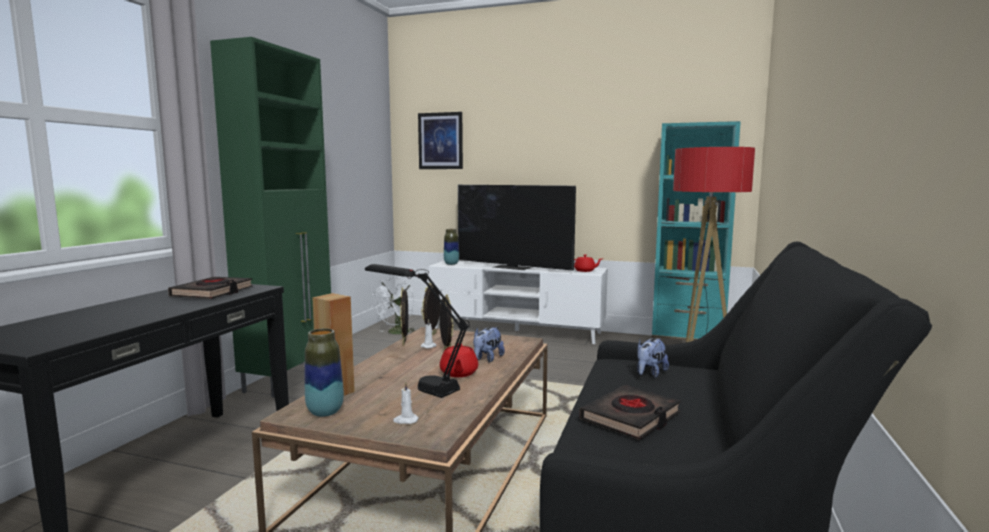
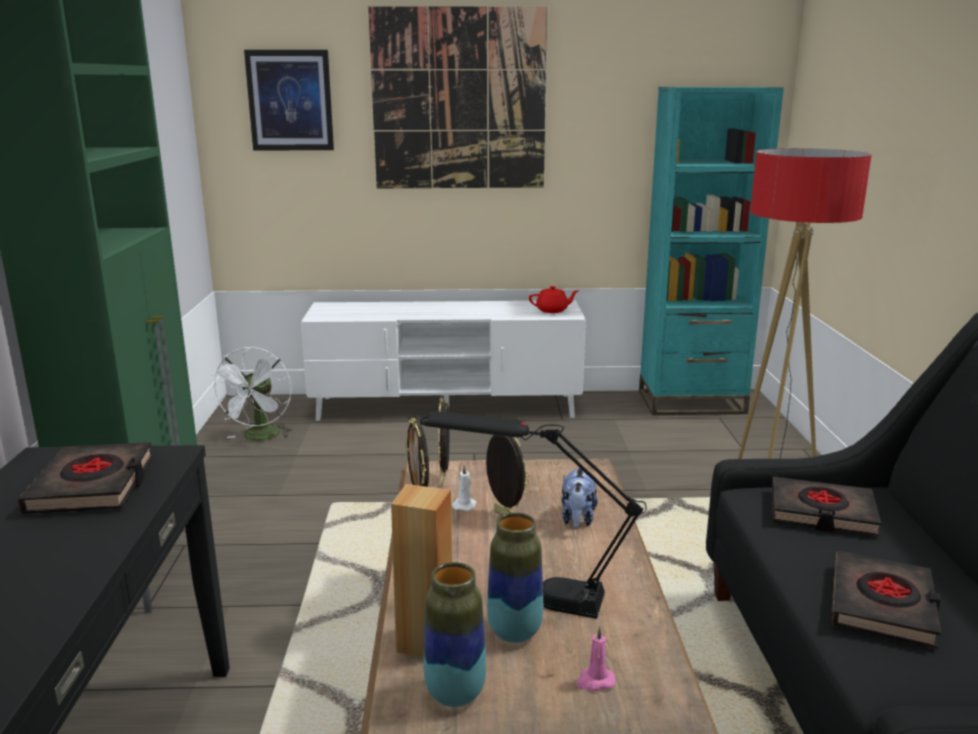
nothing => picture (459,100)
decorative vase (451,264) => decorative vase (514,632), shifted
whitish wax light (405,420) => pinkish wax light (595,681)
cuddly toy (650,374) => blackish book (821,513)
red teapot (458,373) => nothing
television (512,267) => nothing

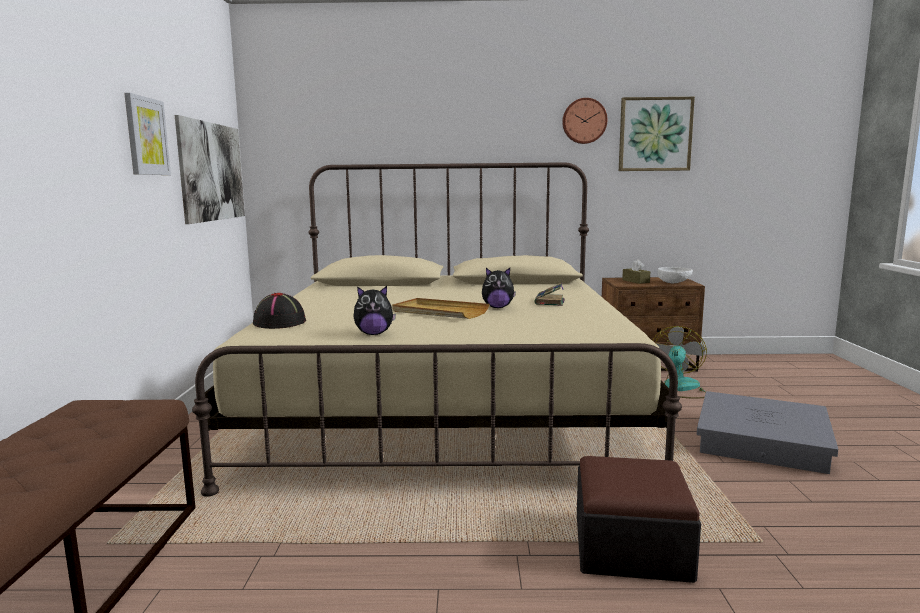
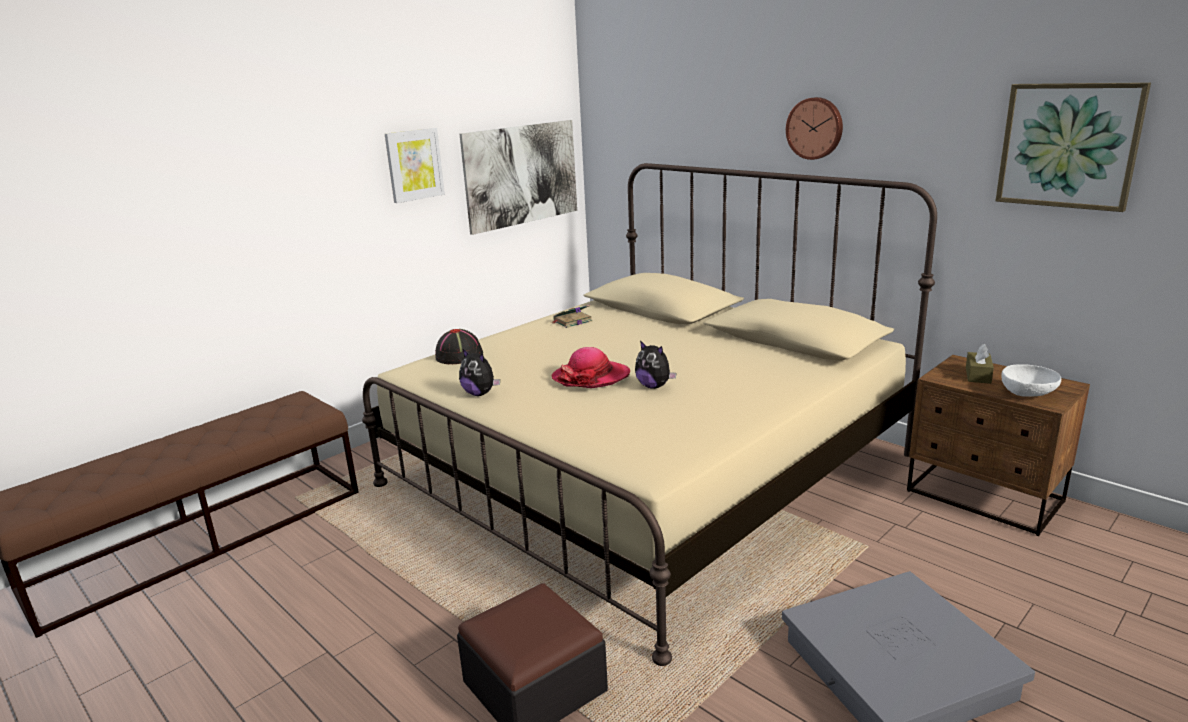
book (549,302) => book (572,321), shifted
sand-coloured tray (439,312) => wearable hat (591,377)
hanging clock (584,121) => hanging clock (815,128), shifted
electric fan (680,389) => nothing

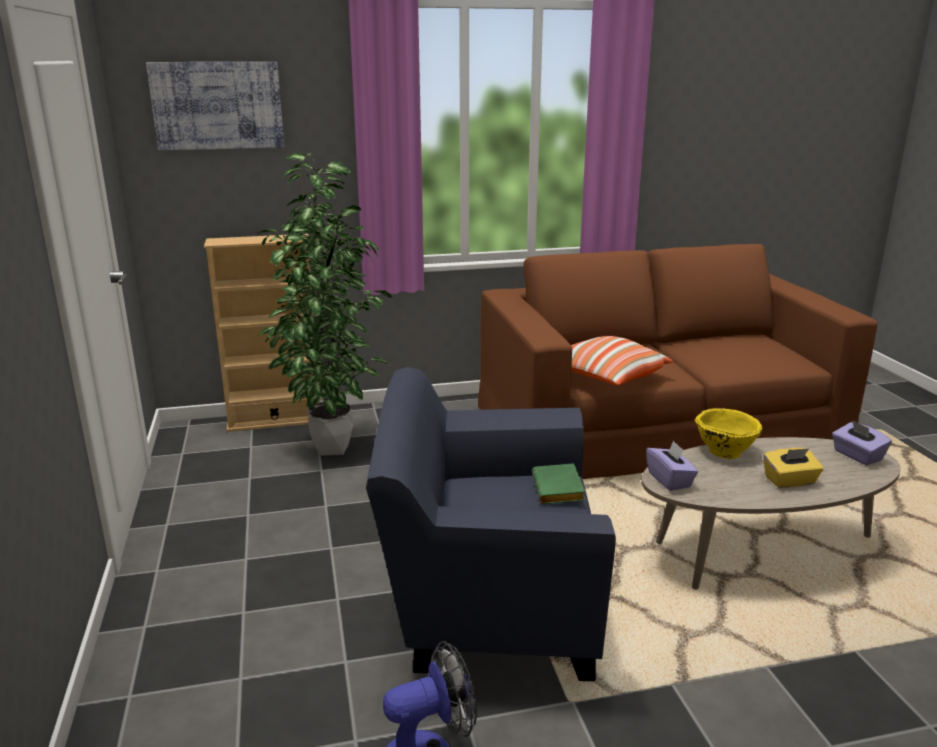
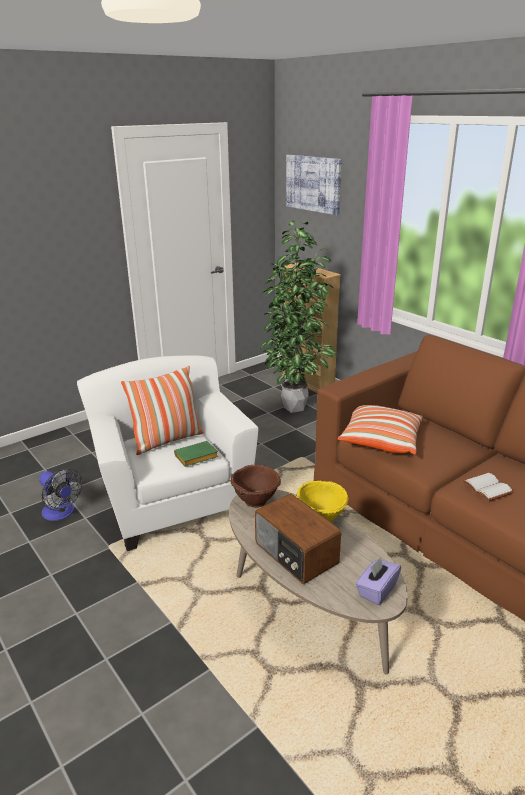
blue armchair (487,608) => whitish armchair (172,501)
nothing => throw pillow (167,440)
purplish tissue box (670,480) => brown deep dish (256,500)
yellow tissue box (790,481) => radio (295,554)
nothing => whitish book (486,488)

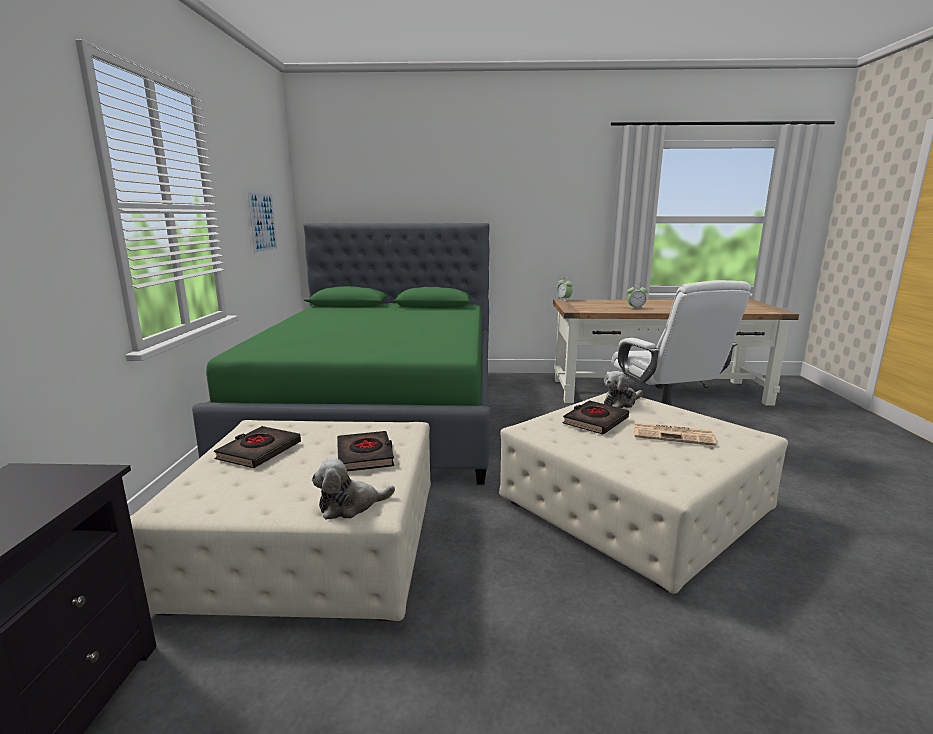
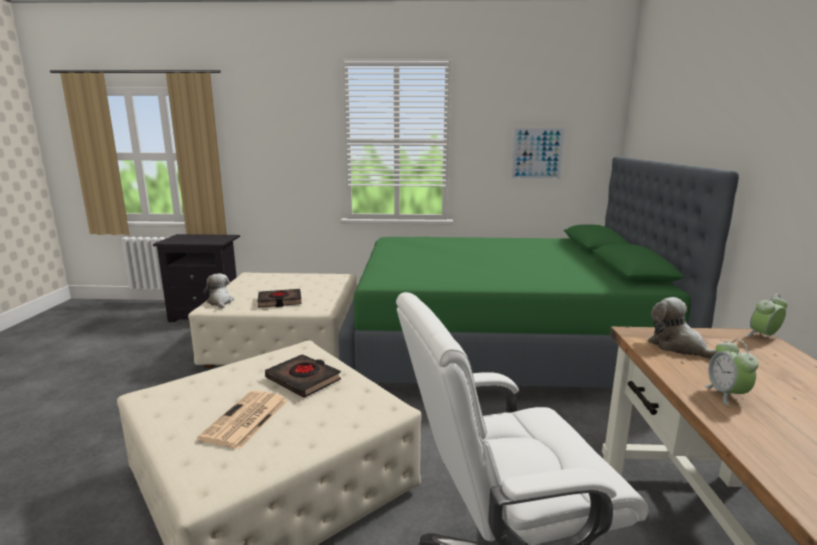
cuddly toy (621,402) => cuddly toy (678,347), shifted
blackish book (259,451) => nothing

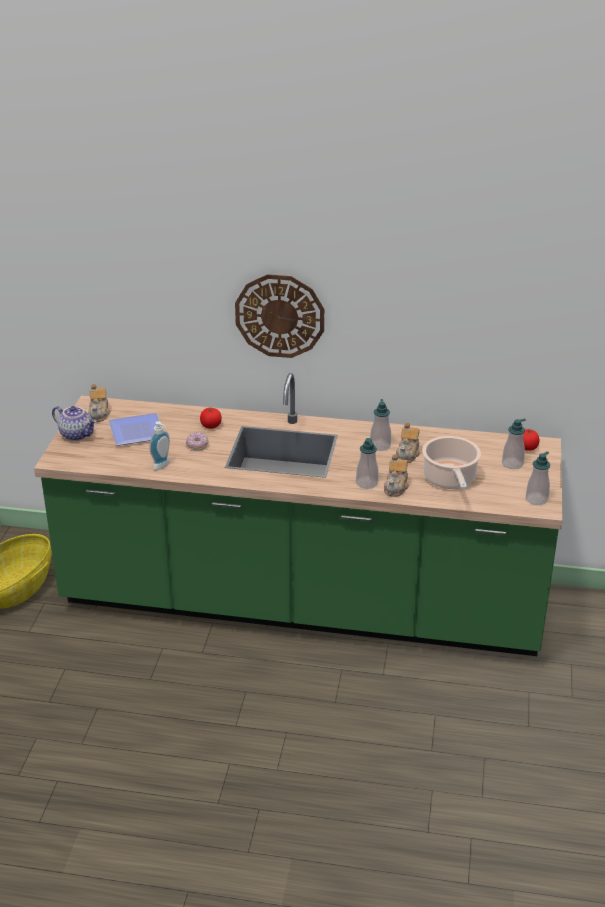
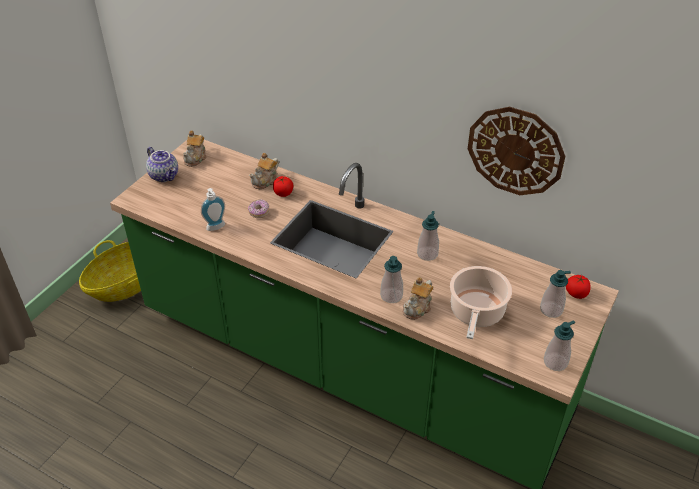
teapot (408,454) => teapot (265,181), shifted
hanging clock (280,316) => hanging clock (515,151), shifted
plate (135,431) => nothing

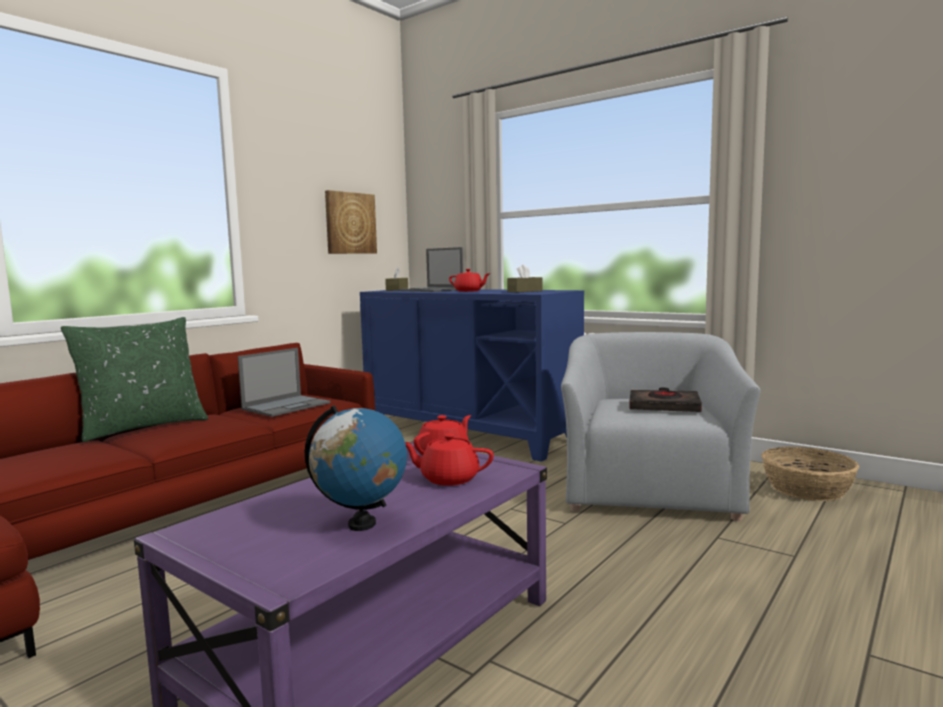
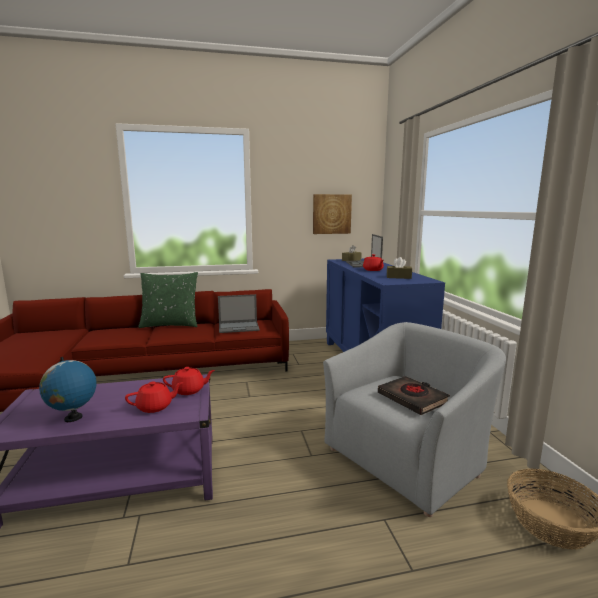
red teapot (448,479) => red teapot (155,407), 105 degrees clockwise

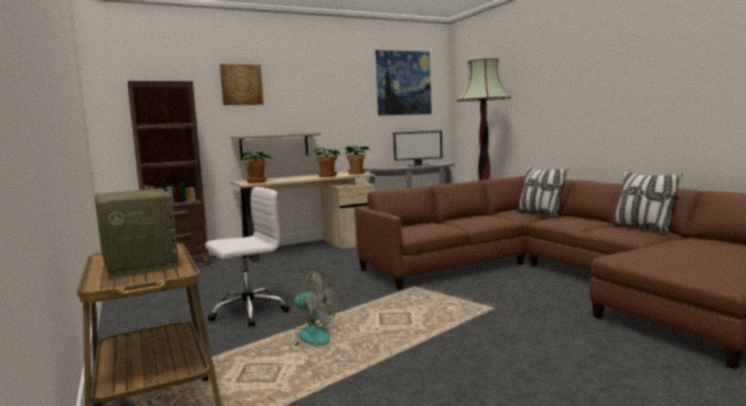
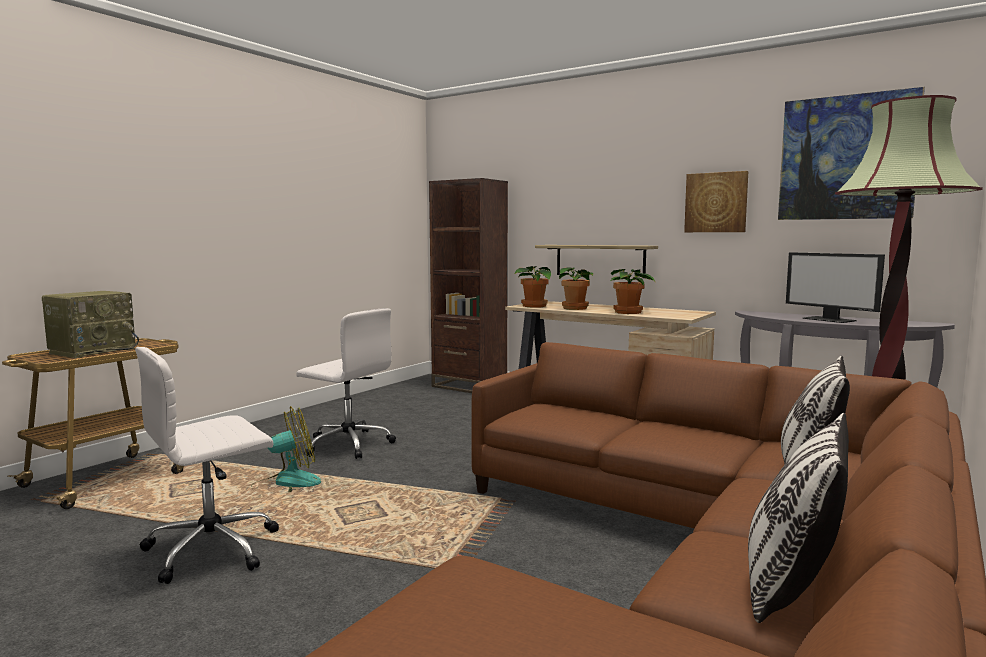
nothing => whitish office chair (214,549)
electric fan (306,337) => electric fan (286,484), 105 degrees counterclockwise
plant in a pot (357,173) => plant in a pot (576,308), shifted
picture (241,85) => picture (716,202), shifted

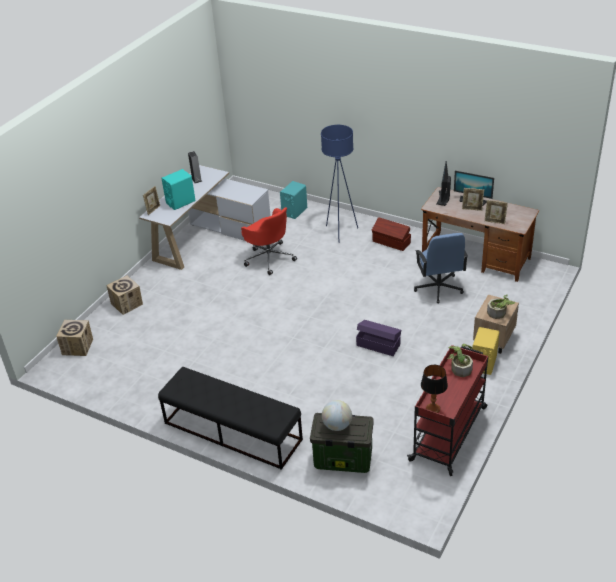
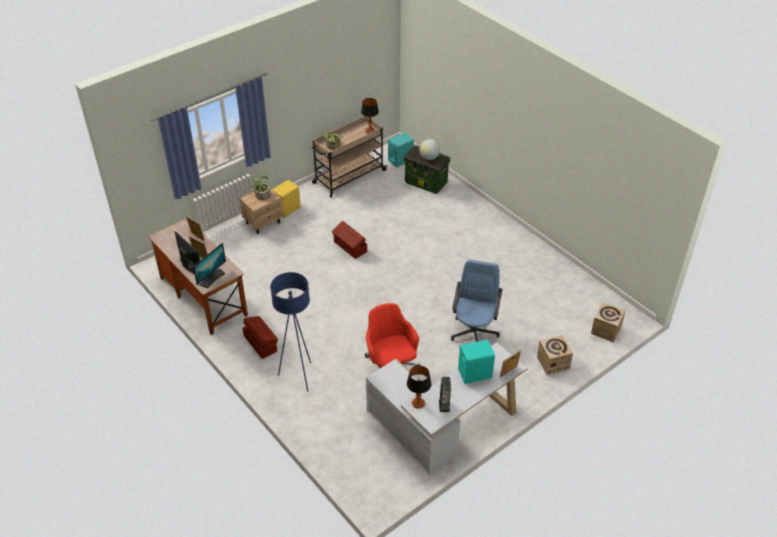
red trolley (449,433) => sand-coloured trolley (348,177)
purplish storage bin (378,344) => brown storage bin (350,247)
blue-green loudspeaker (294,211) => blue-green loudspeaker (400,160), shifted
nothing => tabletop lamp (418,403)
blue office chair (438,288) => blue office chair (474,332), shifted
blackish indoor bench (232,431) => nothing

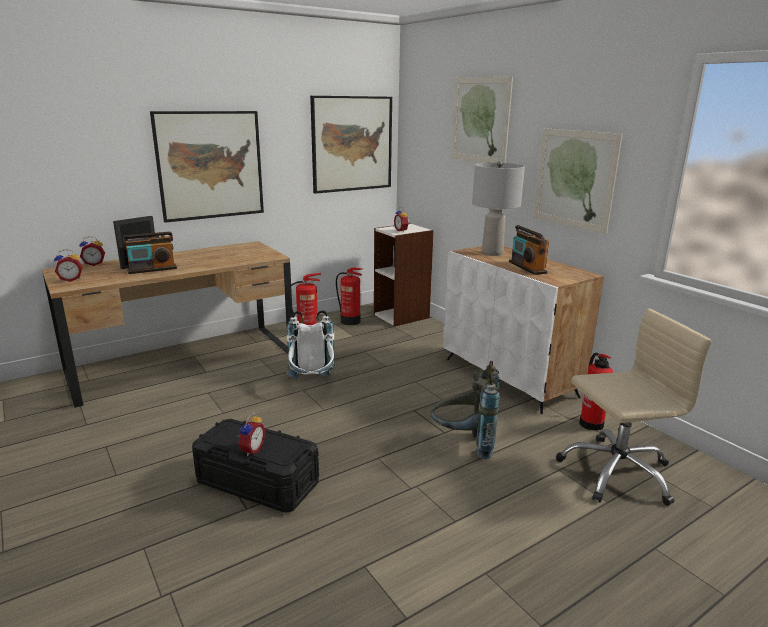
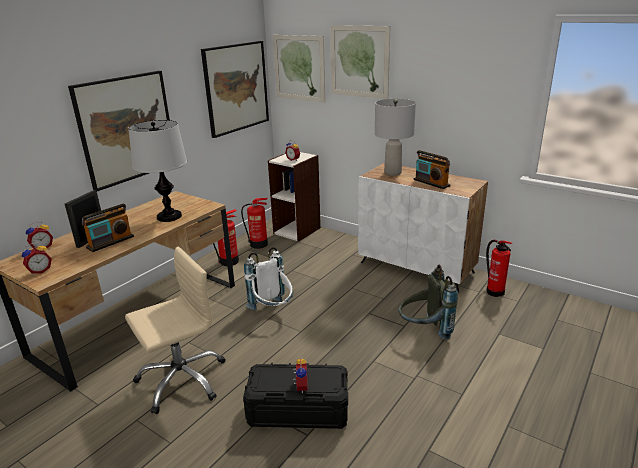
sand-coloured office chair (616,472) => sand-coloured office chair (181,379), shifted
nothing => tabletop lamp (169,217)
picture (574,179) => picture (299,68), shifted

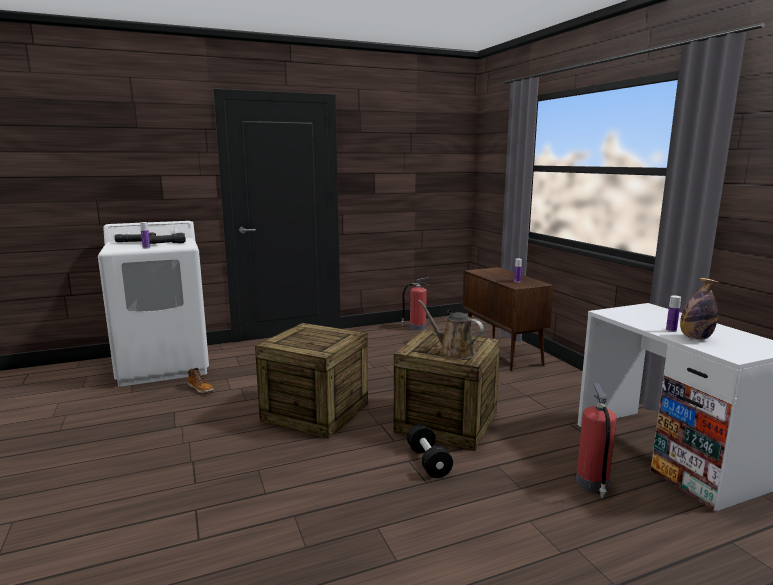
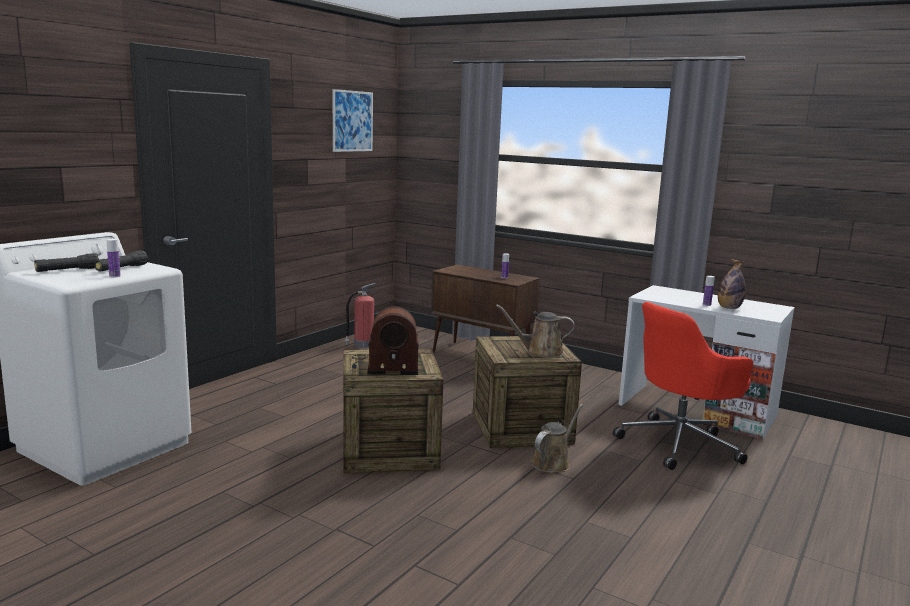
nothing => picture (352,121)
nothing => radio (384,366)
blackish dumbbell (428,462) => brown watering can (553,463)
fire extinguisher (592,483) => red office chair (680,444)
high-top boot (201,389) => nothing

